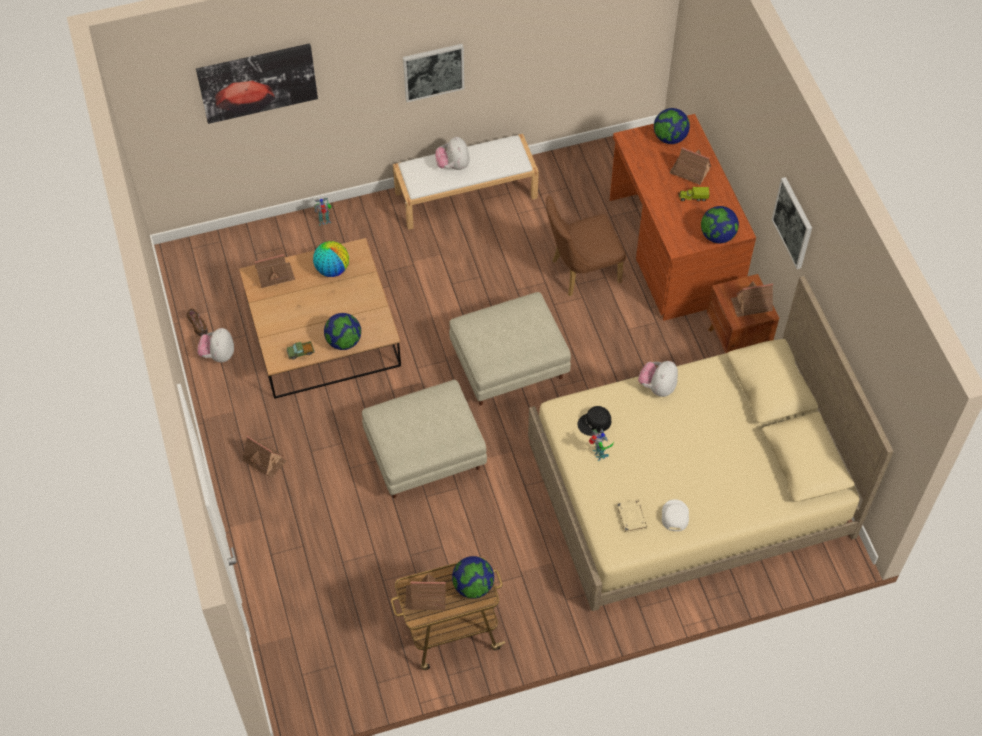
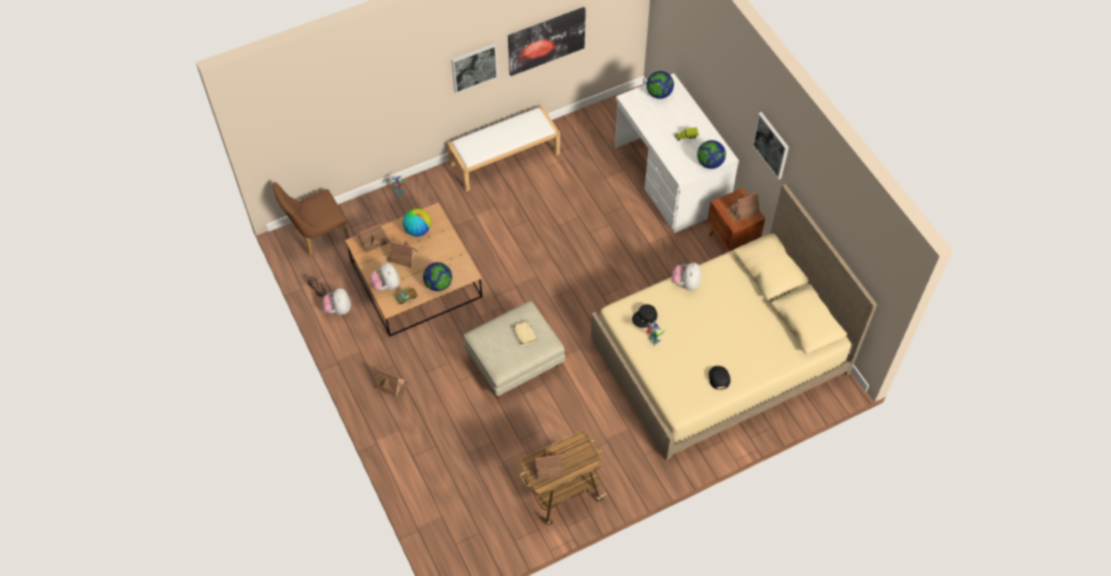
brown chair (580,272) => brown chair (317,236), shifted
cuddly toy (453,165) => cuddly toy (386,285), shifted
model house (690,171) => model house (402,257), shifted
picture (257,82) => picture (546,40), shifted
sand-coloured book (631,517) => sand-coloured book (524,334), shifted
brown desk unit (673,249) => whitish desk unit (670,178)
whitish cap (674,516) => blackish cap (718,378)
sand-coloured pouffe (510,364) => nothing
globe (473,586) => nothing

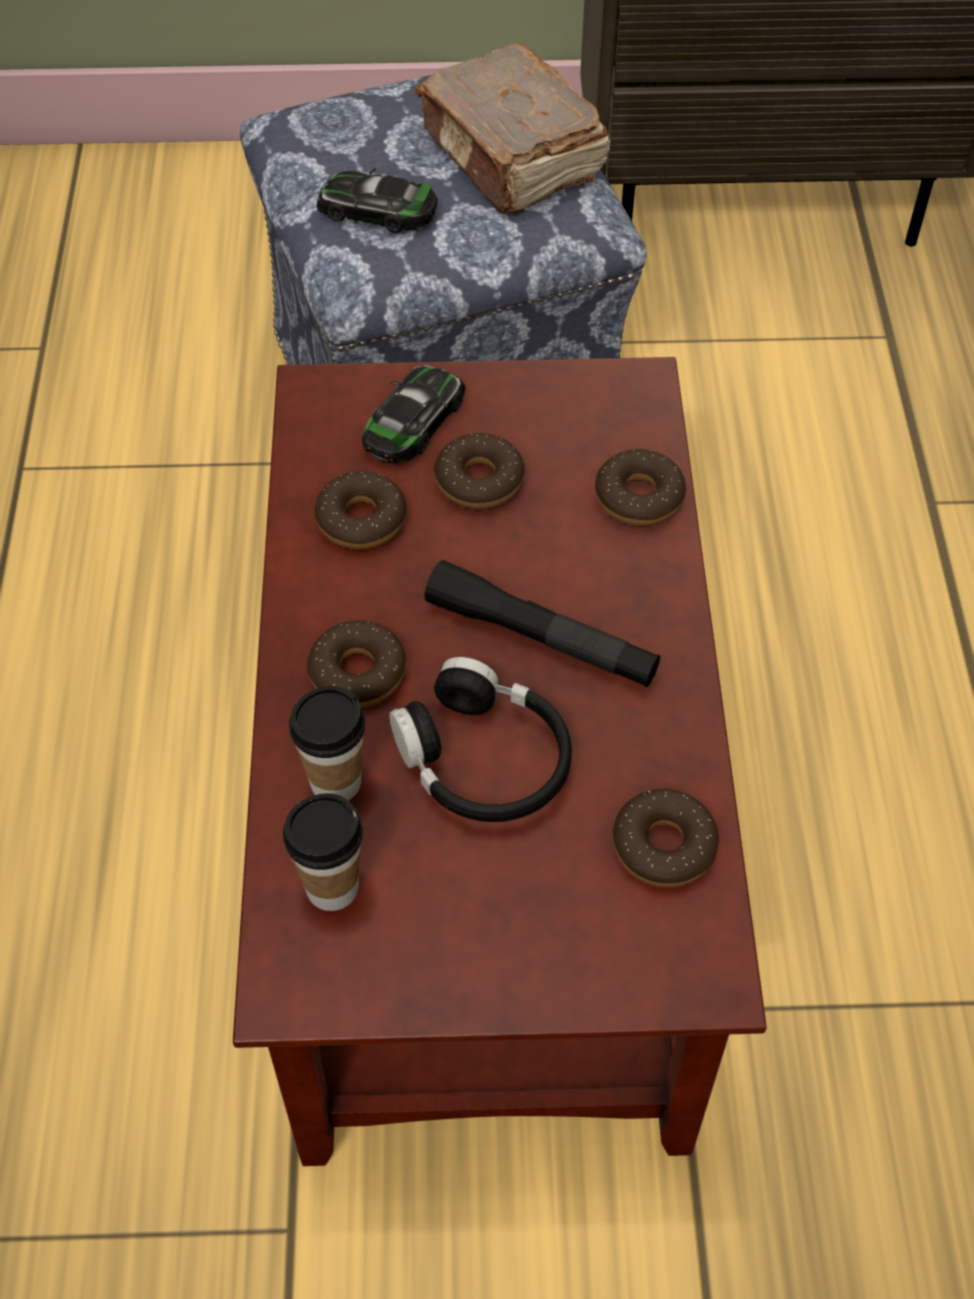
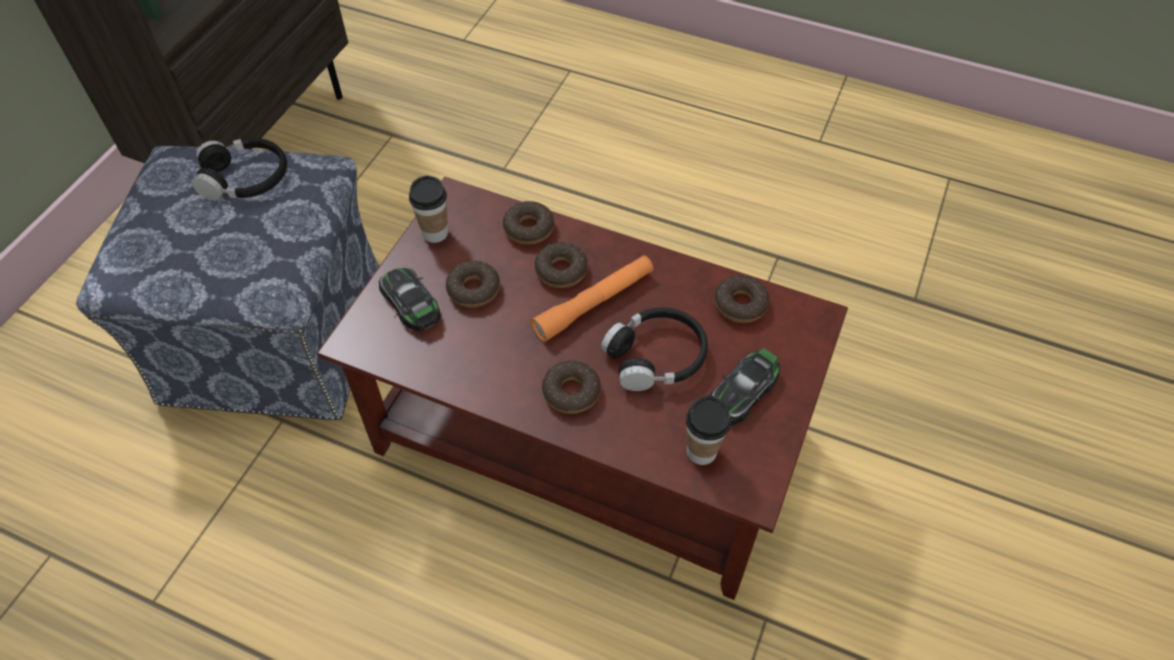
brown book (512,157) => blackish headset (245,179)
drinking cup (335,782) => drinking cup (435,233), shifted
blackish hand torch (541,638) => orange hand torch (594,303)
doughnut (361,520) => doughnut (561,270), shifted
model car (377,210) => model car (743,391), shifted

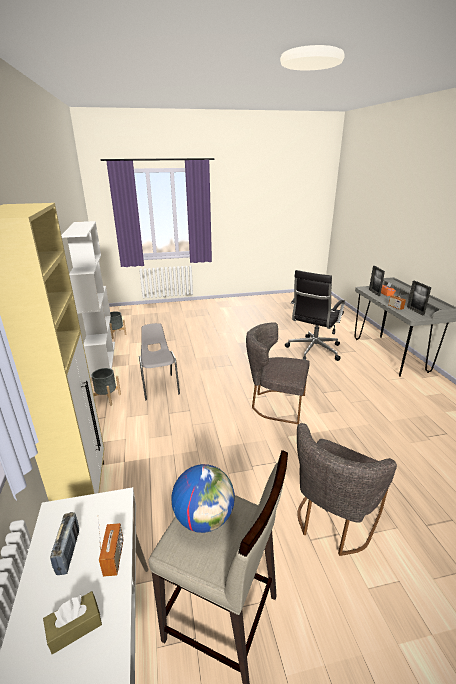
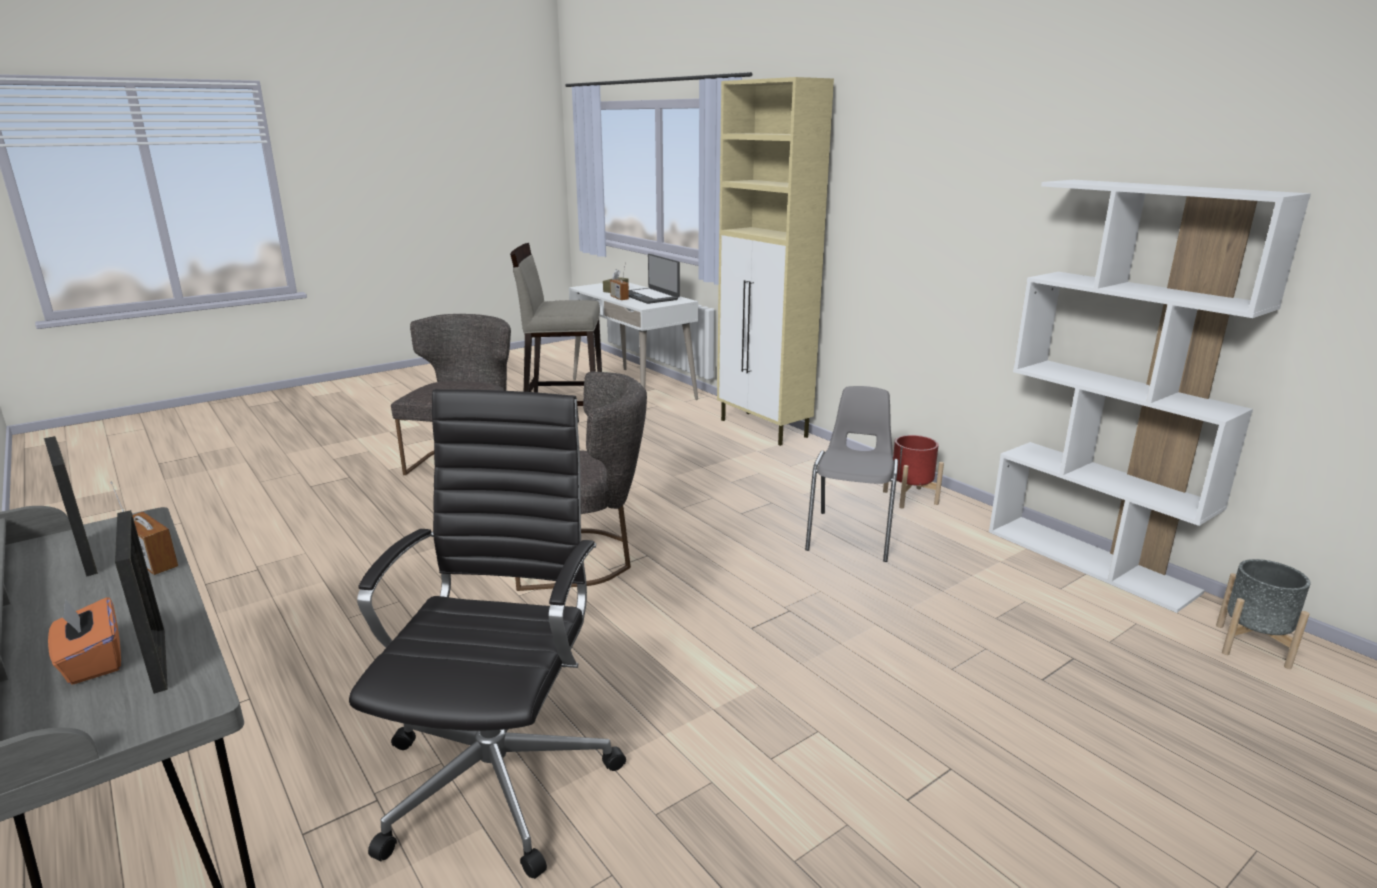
radio (68,552) => notebook computer (649,296)
greyish chair (160,386) => greyish chair (851,535), 120 degrees counterclockwise
greyish planter (107,398) => red planter (910,497)
globe (204,518) => nothing

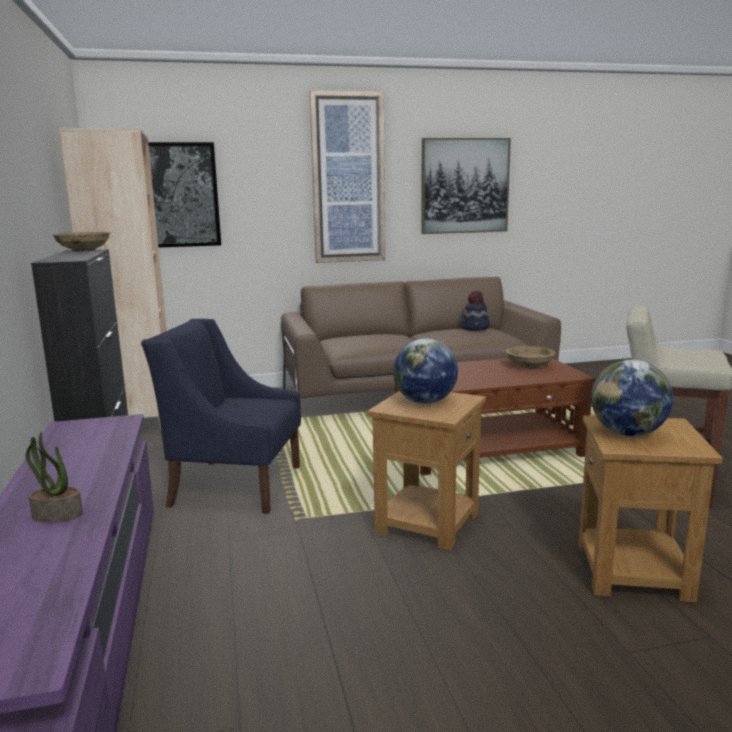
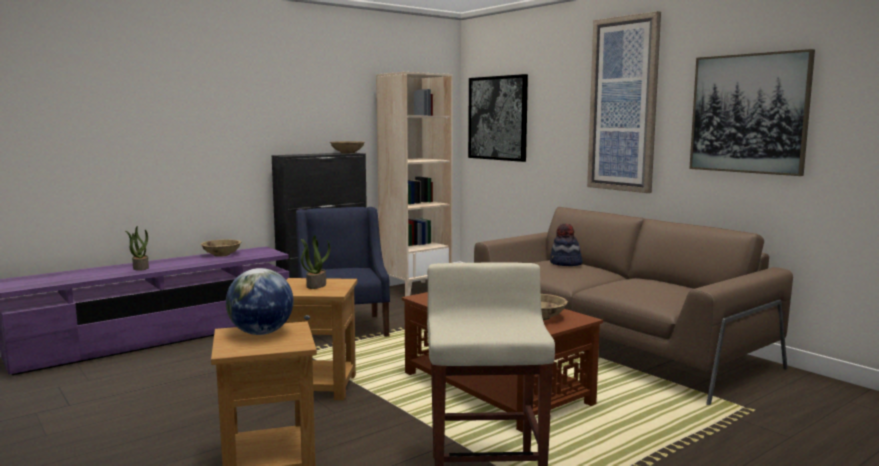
nothing => sand-coloured deep dish (221,255)
globe (424,402) => plant in a pot (316,285)
wearable hat (475,328) => wearable hat (565,264), shifted

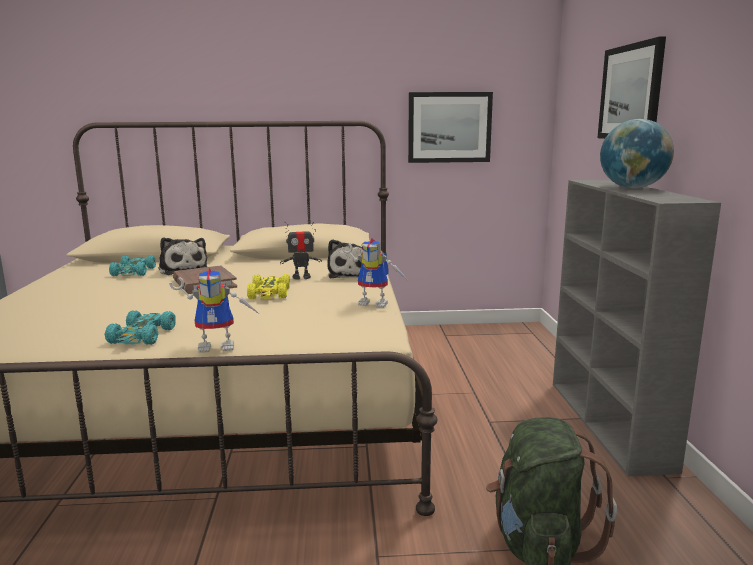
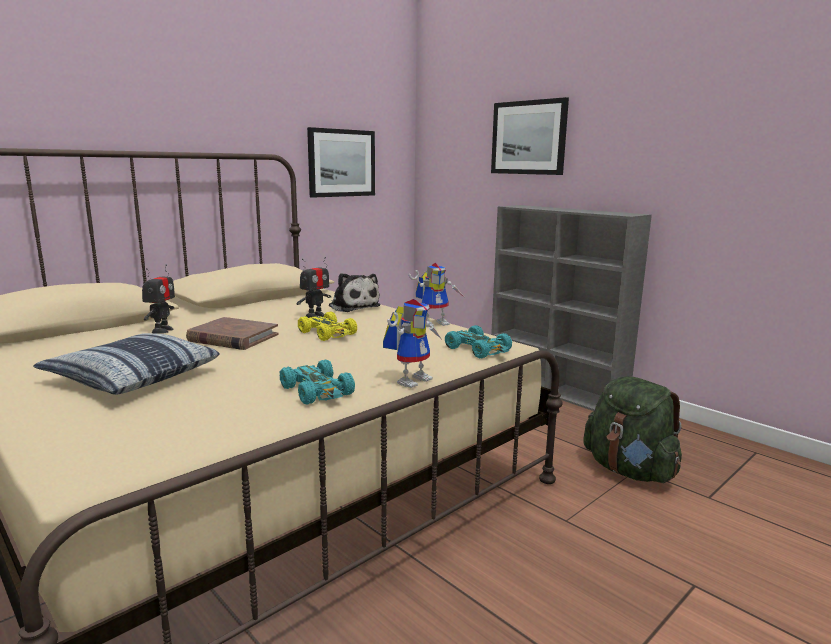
nothing => throw pillow (132,377)
cuddly toy (182,269) => robot figure (162,330)
blue-green model car (134,272) => blue-green model car (478,350), shifted
globe (632,188) => nothing

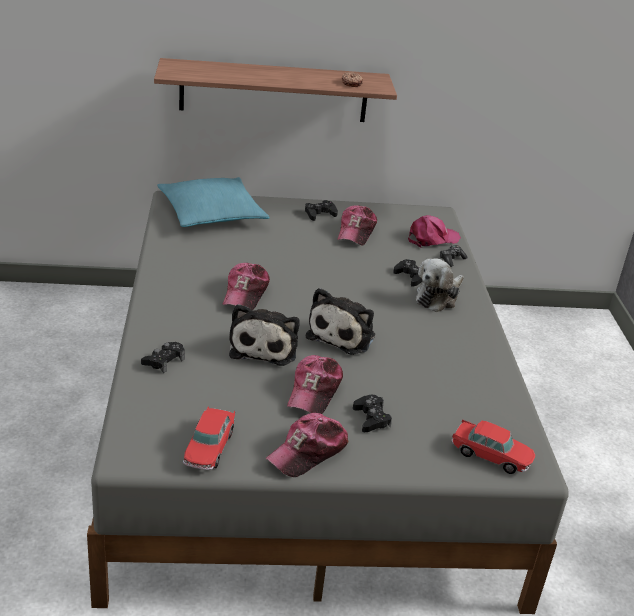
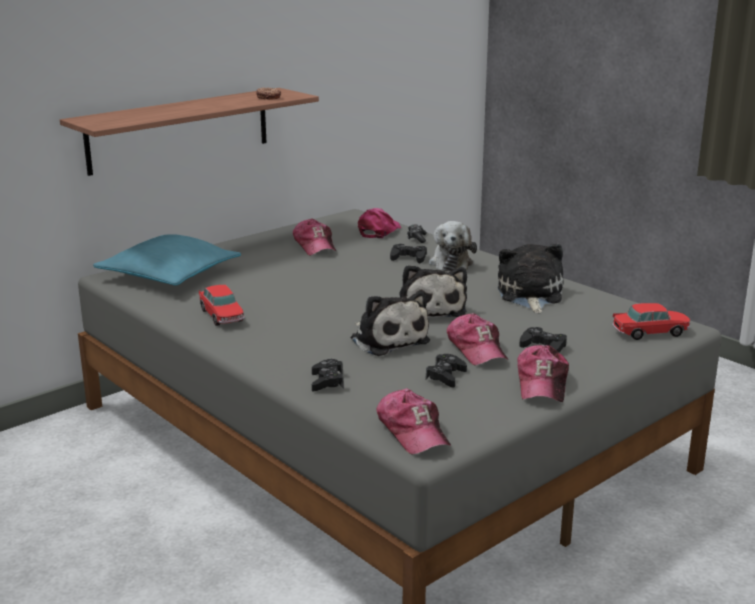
model car (209,448) => model car (222,316), shifted
cap (245,294) => cap (413,431), shifted
blackish gamepad (319,214) => blackish gamepad (446,376), shifted
nothing => cuddly toy (529,295)

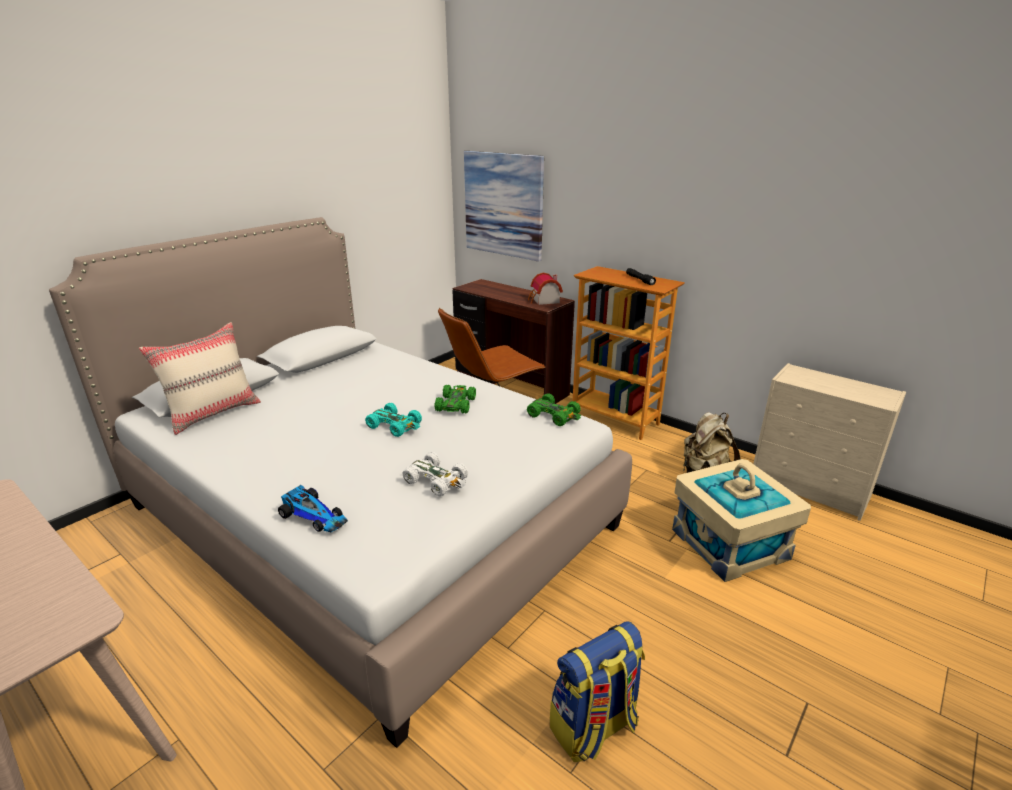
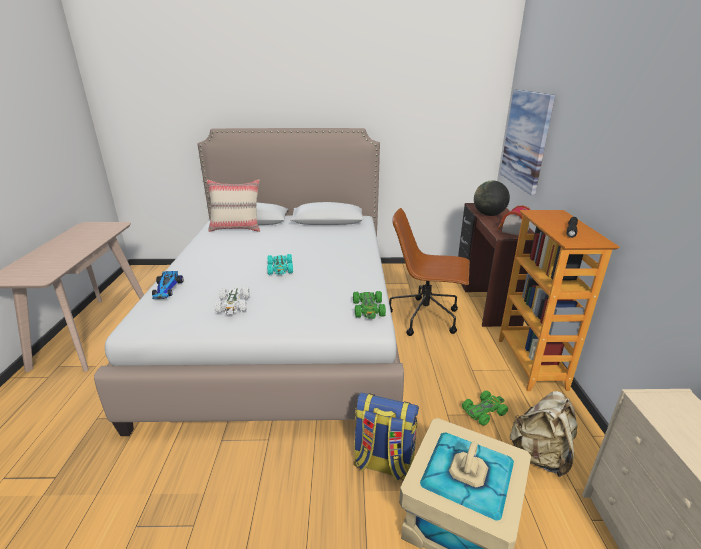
rucksack (594,728) => rucksack (383,463), shifted
green model car (456,404) => green model car (484,411), shifted
nothing => globe (489,215)

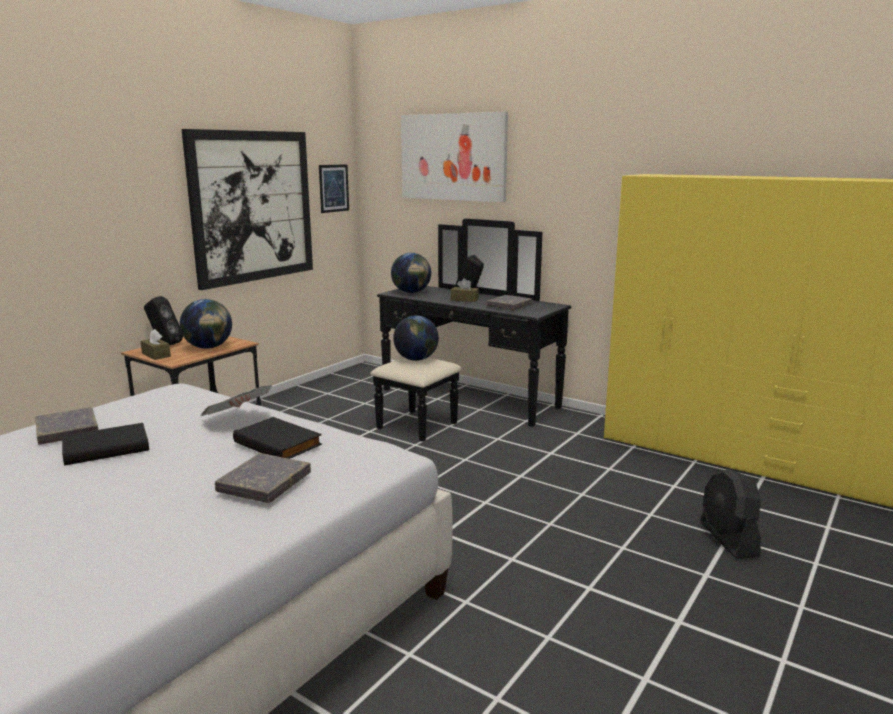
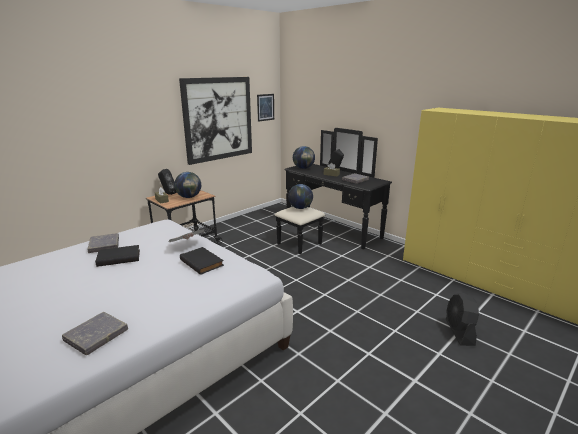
greyish book (264,483) => greyish book (96,335), shifted
picture (453,157) => nothing

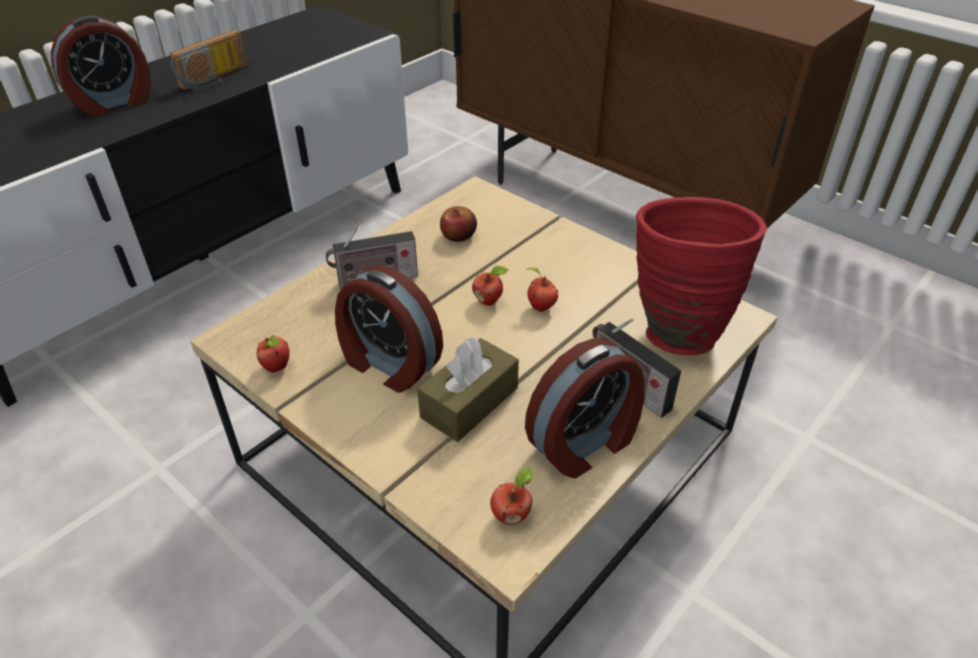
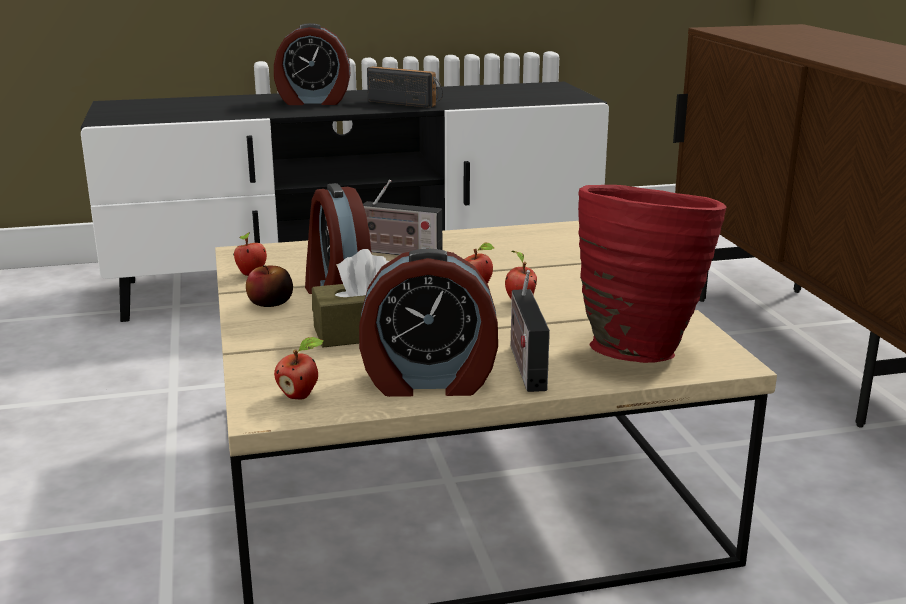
apple fruit (458,236) => apple fruit (270,303), shifted
radio (216,79) => radio (407,102), 135 degrees counterclockwise

